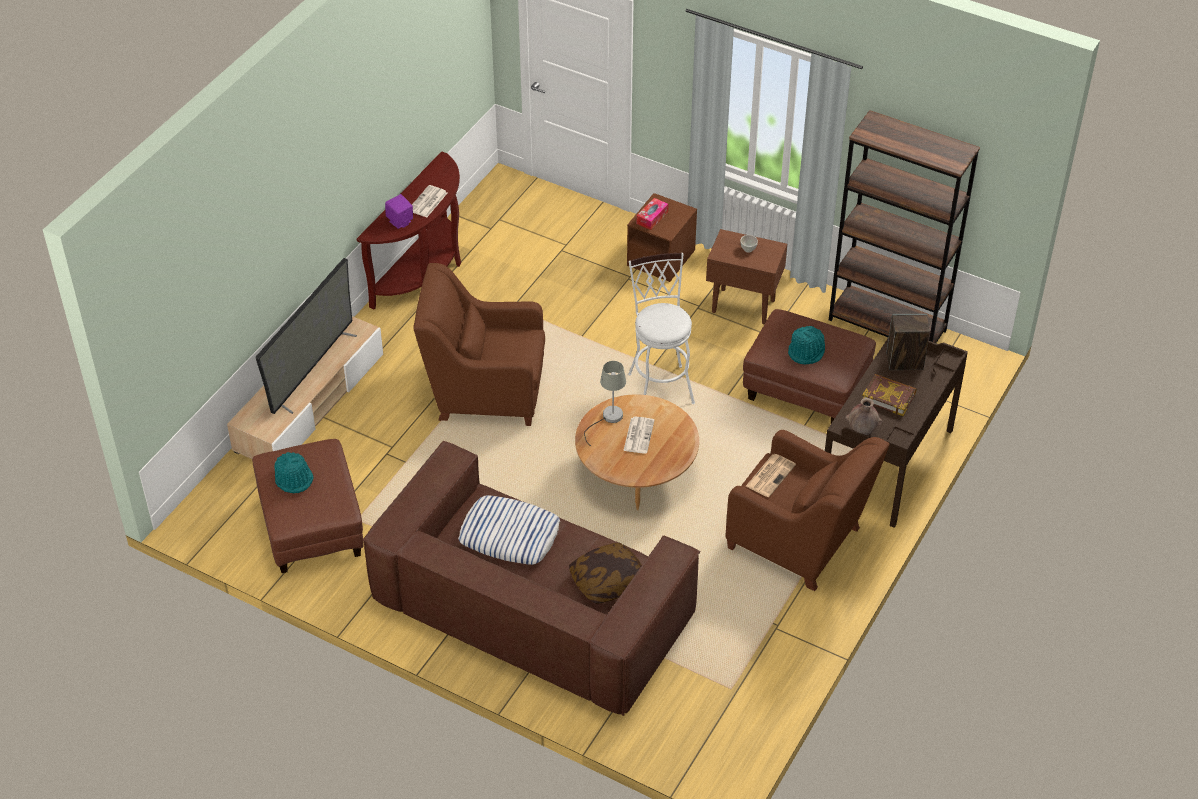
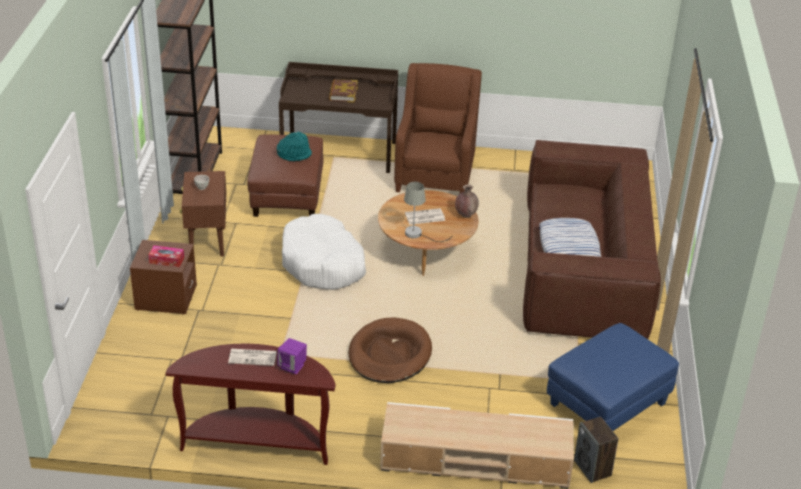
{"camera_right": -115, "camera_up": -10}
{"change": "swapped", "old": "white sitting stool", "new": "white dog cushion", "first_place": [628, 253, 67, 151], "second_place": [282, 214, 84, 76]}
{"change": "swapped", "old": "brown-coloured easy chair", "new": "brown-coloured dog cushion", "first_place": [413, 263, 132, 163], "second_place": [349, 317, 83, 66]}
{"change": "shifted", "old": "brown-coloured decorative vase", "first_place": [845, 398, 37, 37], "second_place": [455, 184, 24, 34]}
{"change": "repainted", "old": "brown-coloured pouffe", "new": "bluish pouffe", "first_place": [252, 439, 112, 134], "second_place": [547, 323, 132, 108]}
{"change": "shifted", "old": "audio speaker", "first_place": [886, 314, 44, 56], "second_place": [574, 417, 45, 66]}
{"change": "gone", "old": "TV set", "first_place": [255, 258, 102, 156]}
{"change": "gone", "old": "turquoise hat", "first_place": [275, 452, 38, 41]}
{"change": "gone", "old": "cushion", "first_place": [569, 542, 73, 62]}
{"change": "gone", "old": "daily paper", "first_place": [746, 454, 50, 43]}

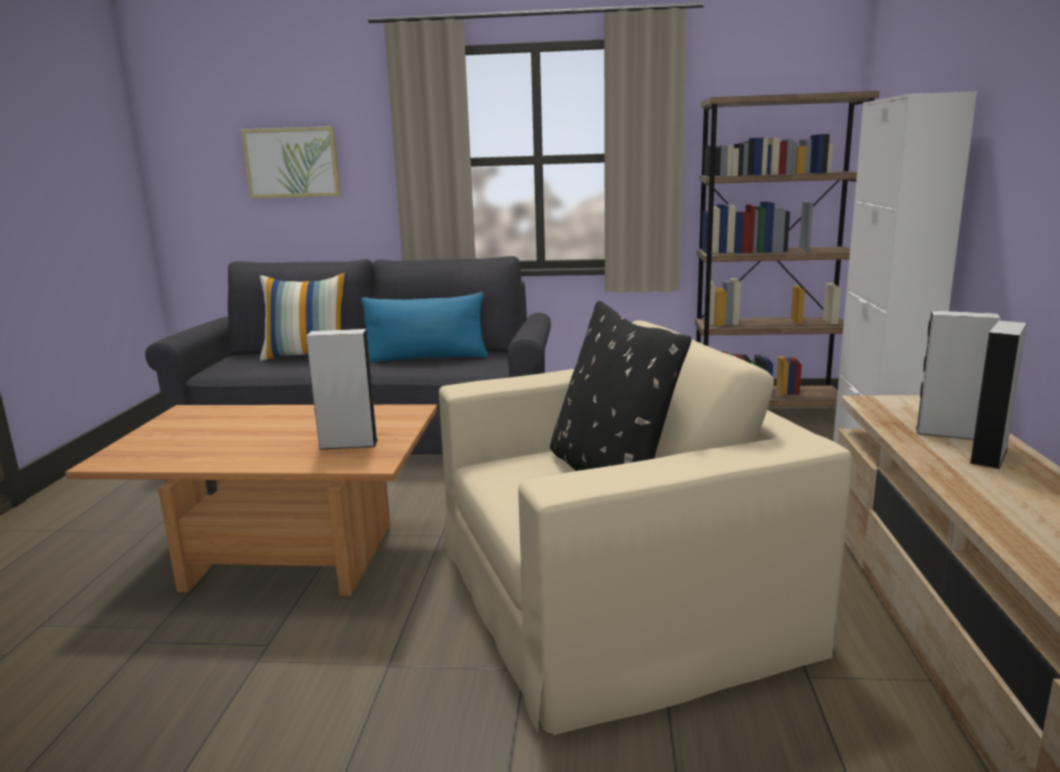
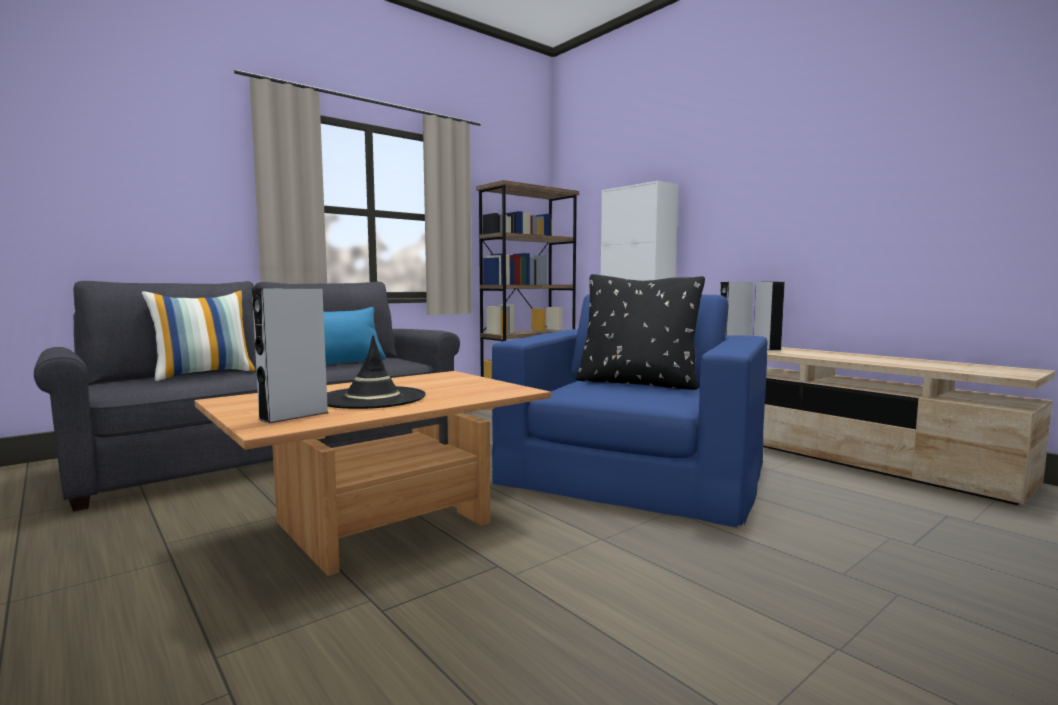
{"camera_right": -45, "camera_up": -10}
{"change": "shifted", "old": "gray audio speaker", "first_place": [306, 329, 72, 121], "second_place": [252, 288, 76, 135]}
{"change": "new", "new": "black-coloured hat", "second_place": [327, 335, 99, 74]}
{"change": "repainted", "old": "beige-coloured easy chair", "new": "bluish easy chair", "first_place": [439, 320, 413, 415], "second_place": [492, 294, 275, 233]}
{"change": "gone", "old": "picture", "first_place": [241, 126, 100, 73]}

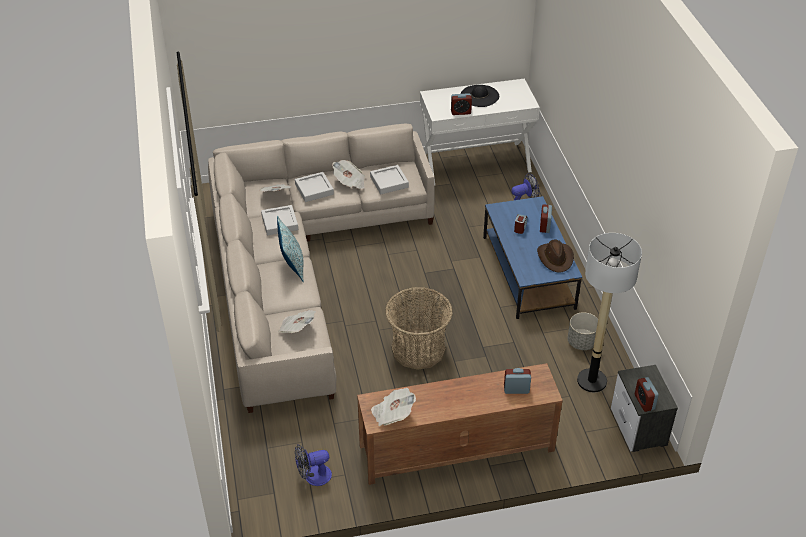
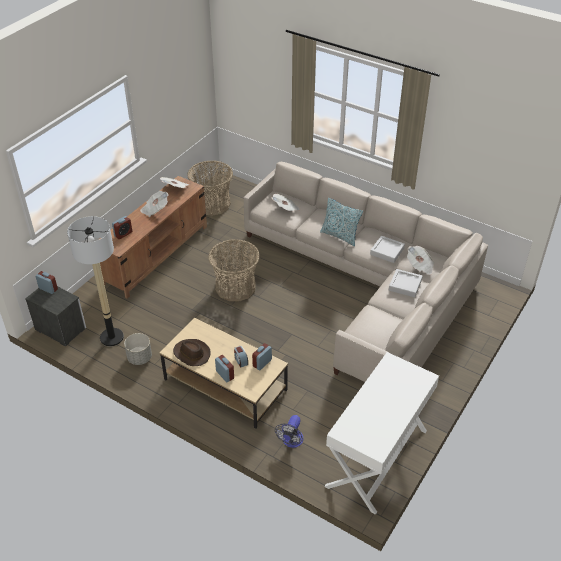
{"camera_right": 135, "camera_up": 0}
{"change": "shifted", "old": "daily paper", "first_place": [332, 160, 33, 30], "second_place": [140, 191, 29, 26]}
{"change": "repainted", "old": "bluish coffee table", "new": "beige-coloured coffee table", "first_place": [483, 196, 99, 123], "second_place": [160, 318, 128, 110]}
{"change": "swapped", "old": "cooling fan", "new": "household basket", "first_place": [295, 444, 37, 42], "second_place": [187, 160, 46, 56]}
{"change": "shifted", "old": "alarm clock", "first_place": [451, 93, 21, 22], "second_place": [252, 343, 20, 28]}
{"change": "gone", "old": "gray serving tray", "first_place": [370, 165, 39, 29]}
{"change": "gone", "old": "black-coloured hat", "first_place": [461, 85, 38, 22]}

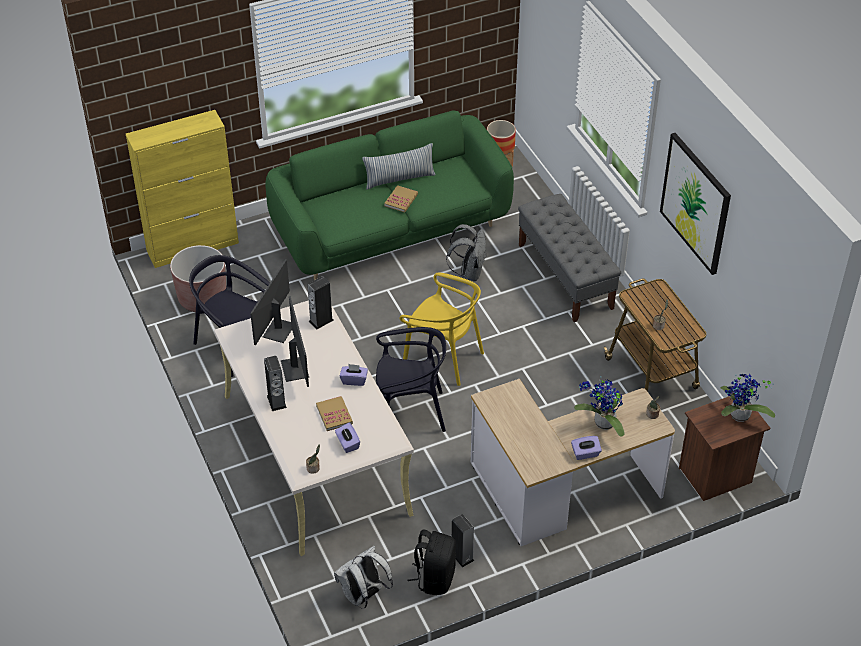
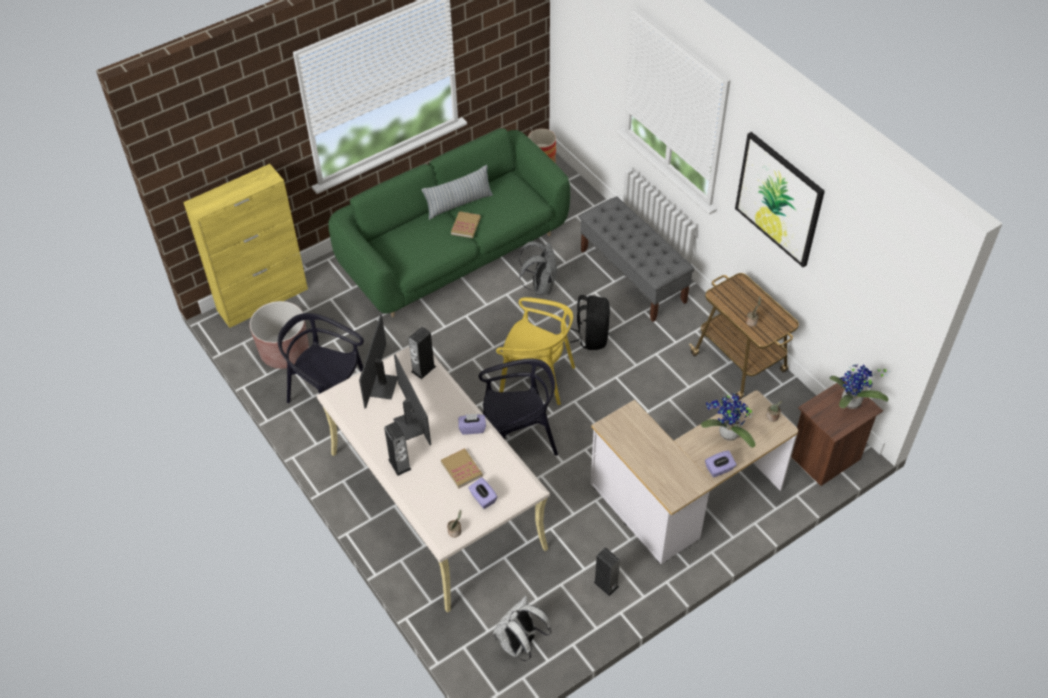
{"camera_right": -10, "camera_up": 5}
{"change": "shifted", "old": "black-coloured backpack", "first_place": [408, 529, 48, 66], "second_place": [570, 295, 40, 55]}

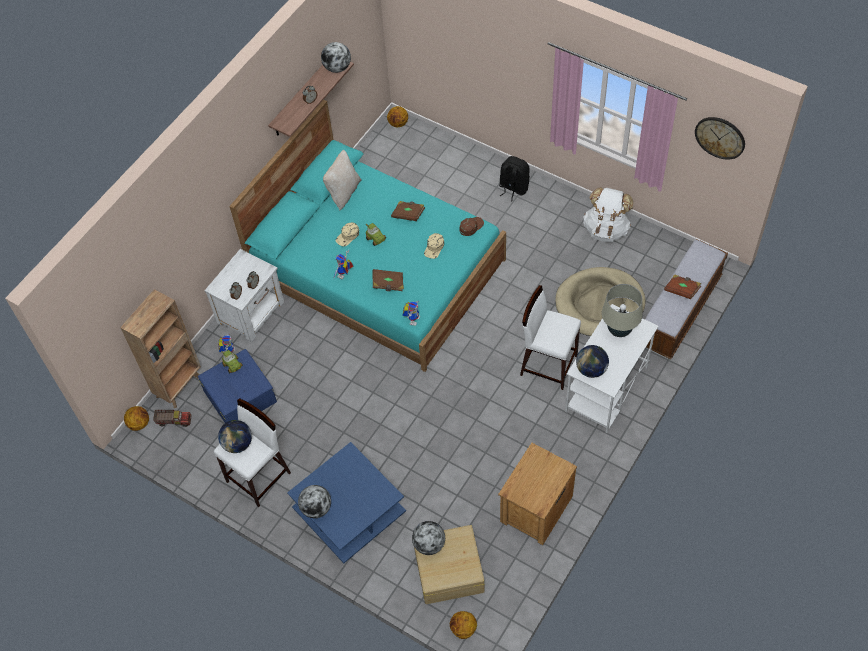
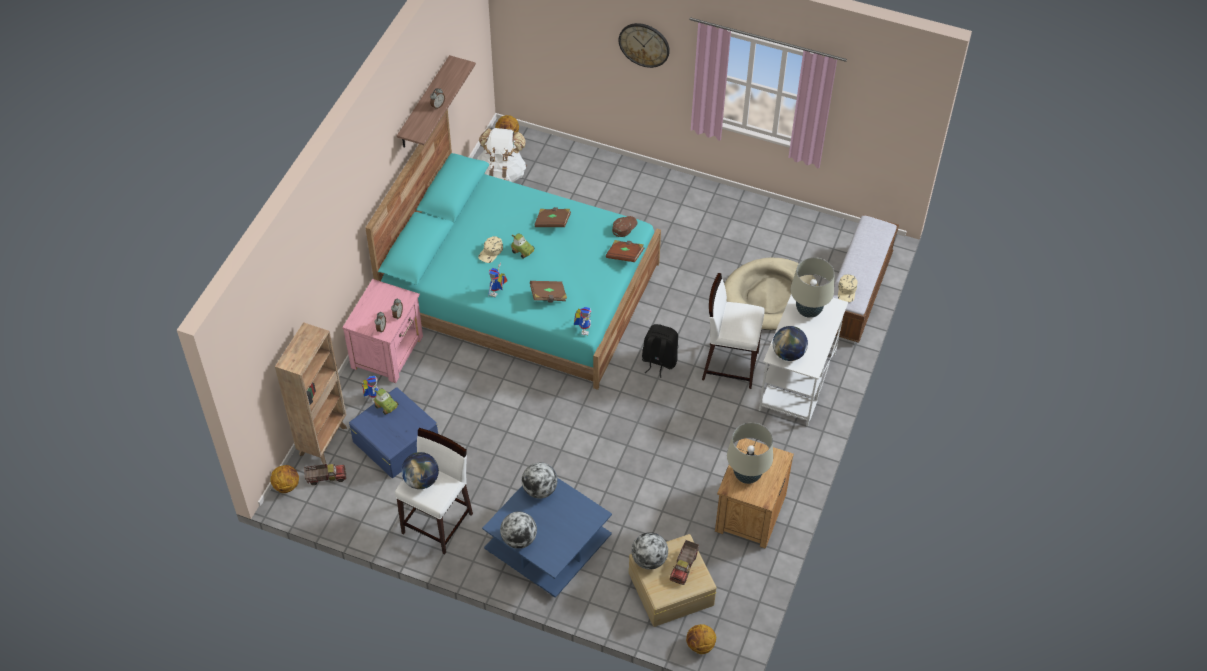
{"camera_right": -15, "camera_up": -5}
{"change": "repainted", "old": "white nightstand", "new": "pink-coloured nightstand", "first_place": [204, 249, 80, 93], "second_place": [342, 279, 81, 104]}
{"change": "shifted", "old": "white backpack", "first_place": [583, 188, 50, 55], "second_place": [477, 128, 50, 54]}
{"change": "shifted", "old": "world globe", "first_place": [321, 42, 30, 31], "second_place": [522, 462, 36, 37]}
{"change": "shifted", "old": "brown-coloured book", "first_place": [664, 275, 37, 24], "second_place": [606, 240, 38, 22]}
{"change": "shifted", "old": "hanging clock", "first_place": [695, 117, 50, 43], "second_place": [619, 23, 51, 45]}
{"change": "shifted", "old": "black-coloured backpack", "first_place": [499, 156, 31, 45], "second_place": [642, 324, 36, 54]}
{"change": "new", "new": "toy truck", "second_place": [670, 540, 29, 45]}
{"change": "new", "new": "beige-coloured table lamp", "second_place": [727, 422, 46, 62]}
{"change": "shifted", "old": "beige-coloured baseball cap", "first_place": [424, 233, 20, 26], "second_place": [838, 274, 19, 28]}
{"change": "gone", "old": "beige-coloured cushion", "first_place": [323, 150, 39, 61]}

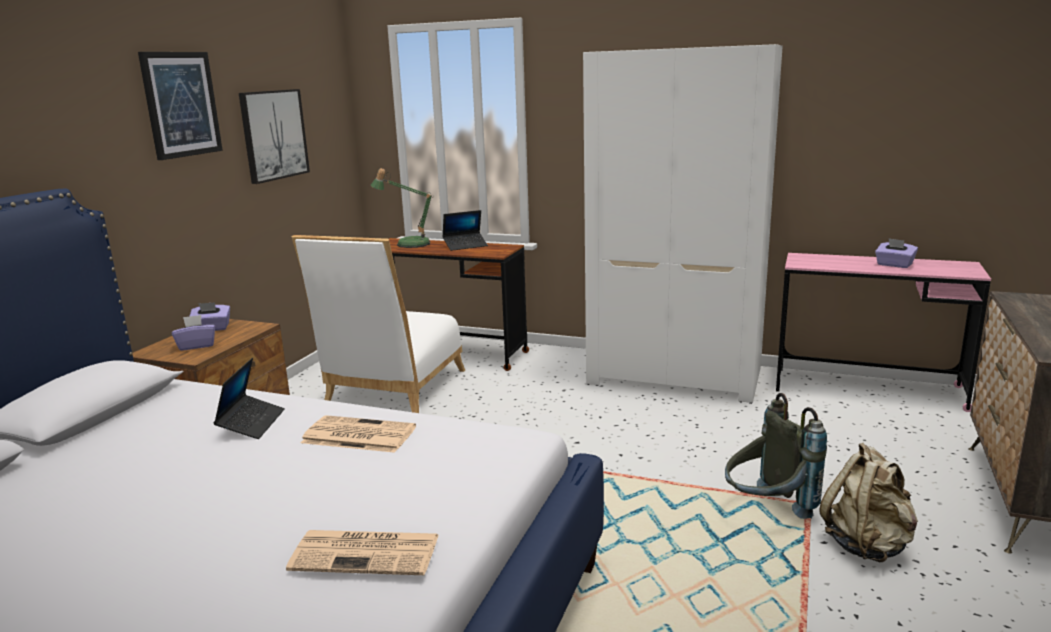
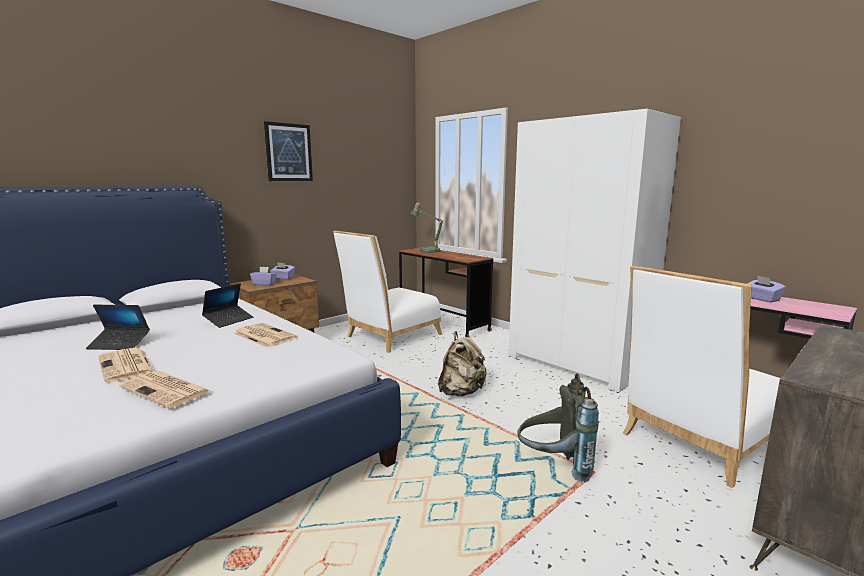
{"camera_right": 25, "camera_up": -5}
{"change": "shifted", "old": "notebook computer", "first_place": [442, 210, 46, 41], "second_place": [86, 305, 64, 45]}
{"change": "new", "new": "daily paper", "second_place": [98, 348, 56, 34]}
{"change": "shifted", "old": "beige-coloured backpack", "first_place": [820, 443, 98, 119], "second_place": [438, 331, 49, 65]}
{"change": "new", "new": "white plain chair", "second_place": [623, 265, 157, 223]}
{"change": "gone", "old": "picture", "first_place": [239, 89, 71, 95]}

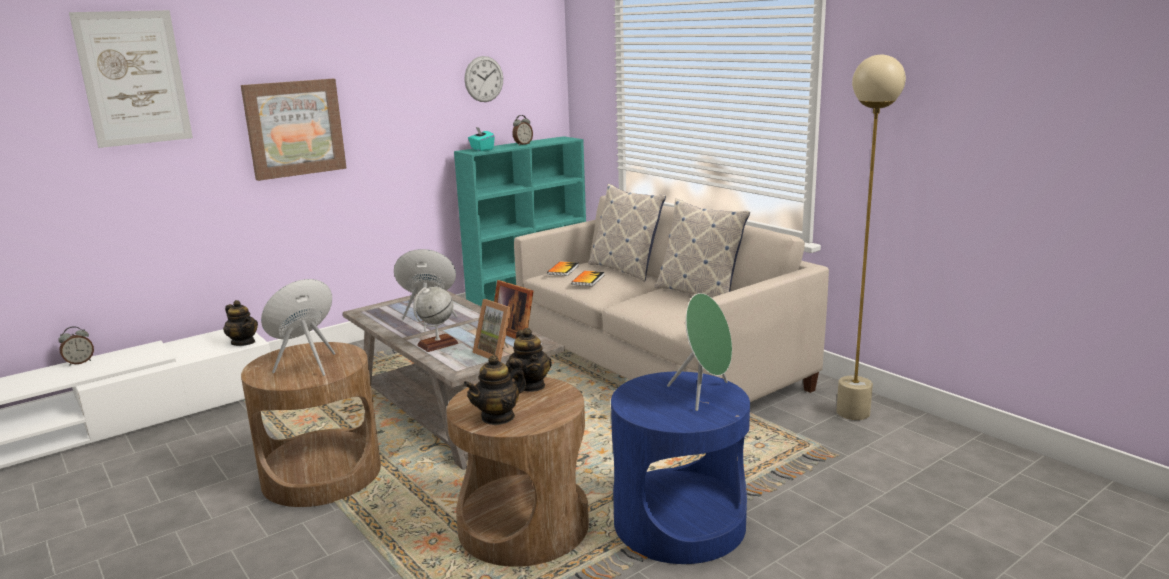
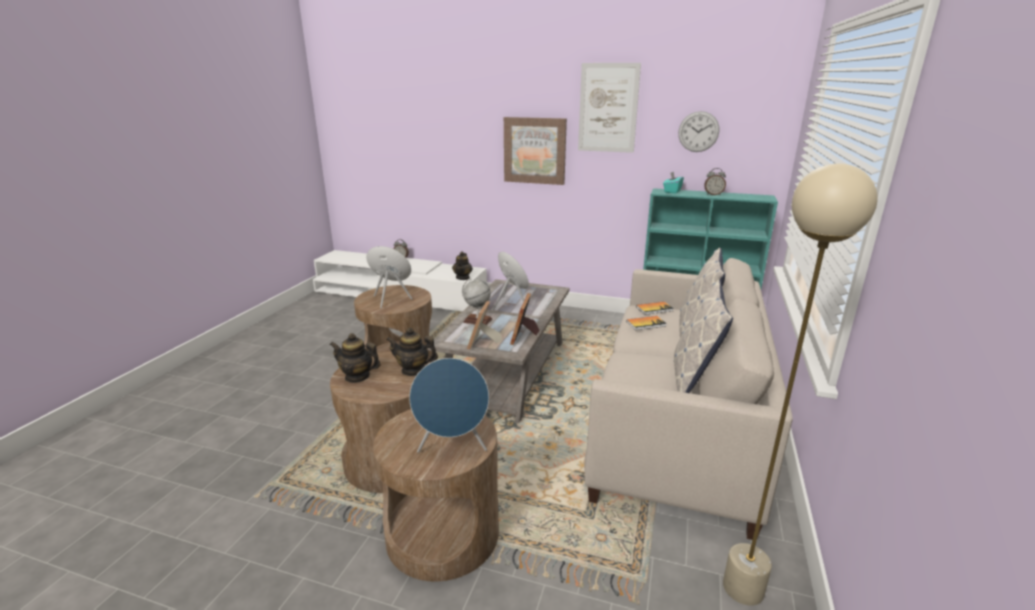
{"camera_right": 55, "camera_up": 5}
{"change": "repainted", "old": "bluish end table", "new": "brown-coloured end table", "first_place": [611, 372, 139, 192], "second_place": [373, 409, 126, 172]}
{"change": "rotated", "old": "pot for tea", "first_place": [506, 328, 46, 64], "second_place": [386, 327, 52, 49], "degrees": 60}
{"change": "repainted", "old": "green-coloured audio speaker", "new": "bluish audio speaker", "first_place": [667, 293, 65, 118], "second_place": [409, 358, 80, 95]}
{"change": "shifted", "old": "picture", "first_place": [69, 10, 124, 138], "second_place": [578, 63, 63, 90]}

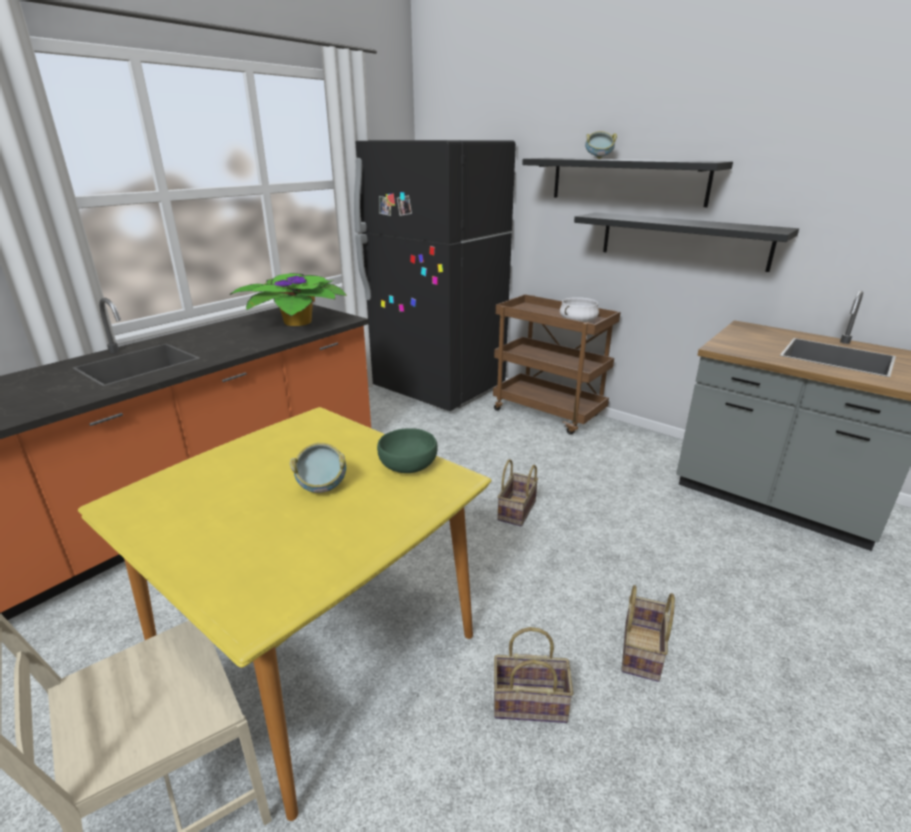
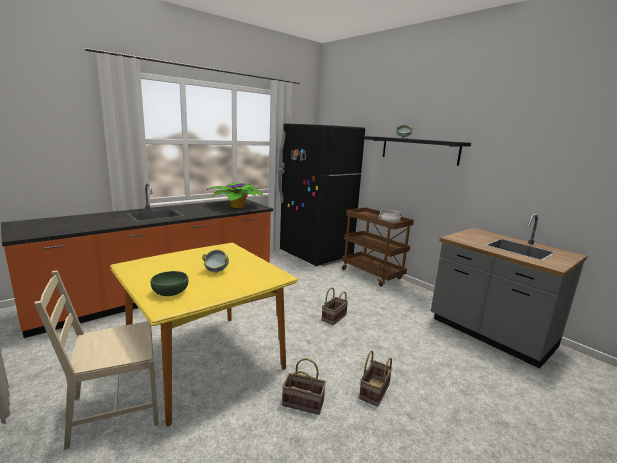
{"camera_right": 10, "camera_up": -10}
{"change": "shifted", "old": "green-coloured deep dish", "first_place": [377, 428, 61, 45], "second_place": [151, 271, 37, 25]}
{"change": "gone", "old": "black-coloured bracket shelf", "first_place": [574, 212, 225, 60]}

